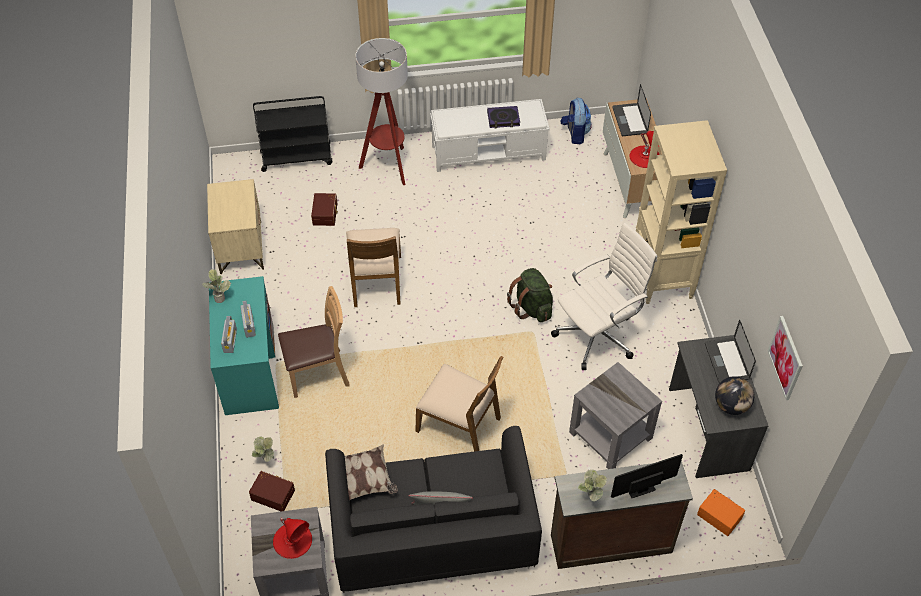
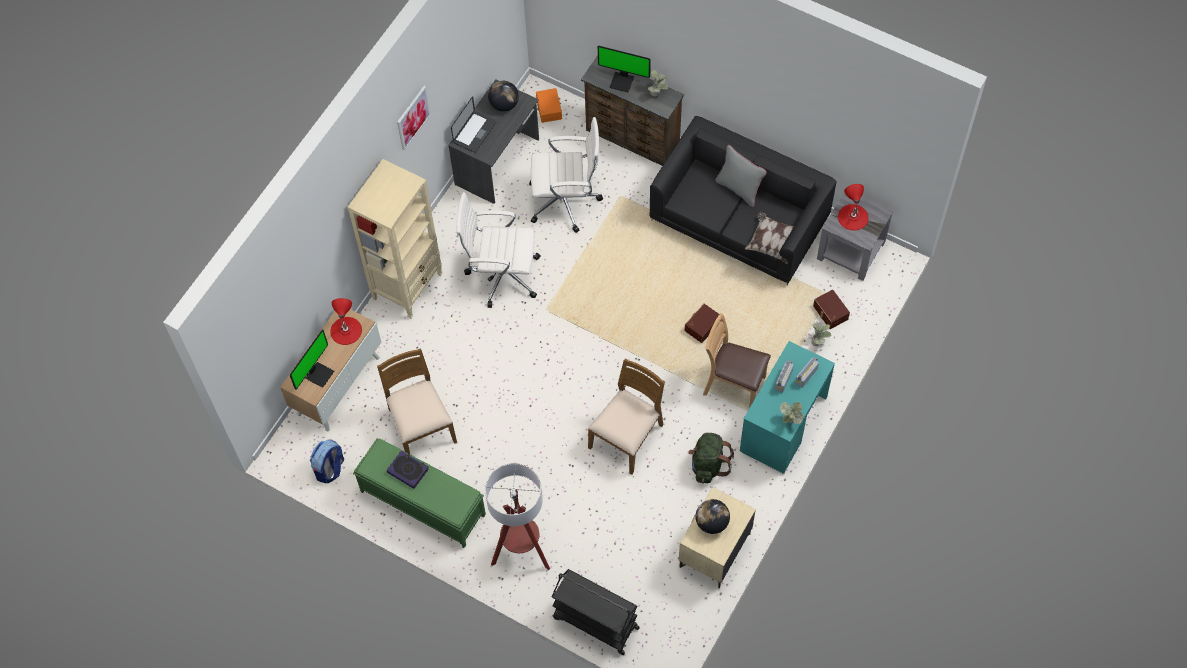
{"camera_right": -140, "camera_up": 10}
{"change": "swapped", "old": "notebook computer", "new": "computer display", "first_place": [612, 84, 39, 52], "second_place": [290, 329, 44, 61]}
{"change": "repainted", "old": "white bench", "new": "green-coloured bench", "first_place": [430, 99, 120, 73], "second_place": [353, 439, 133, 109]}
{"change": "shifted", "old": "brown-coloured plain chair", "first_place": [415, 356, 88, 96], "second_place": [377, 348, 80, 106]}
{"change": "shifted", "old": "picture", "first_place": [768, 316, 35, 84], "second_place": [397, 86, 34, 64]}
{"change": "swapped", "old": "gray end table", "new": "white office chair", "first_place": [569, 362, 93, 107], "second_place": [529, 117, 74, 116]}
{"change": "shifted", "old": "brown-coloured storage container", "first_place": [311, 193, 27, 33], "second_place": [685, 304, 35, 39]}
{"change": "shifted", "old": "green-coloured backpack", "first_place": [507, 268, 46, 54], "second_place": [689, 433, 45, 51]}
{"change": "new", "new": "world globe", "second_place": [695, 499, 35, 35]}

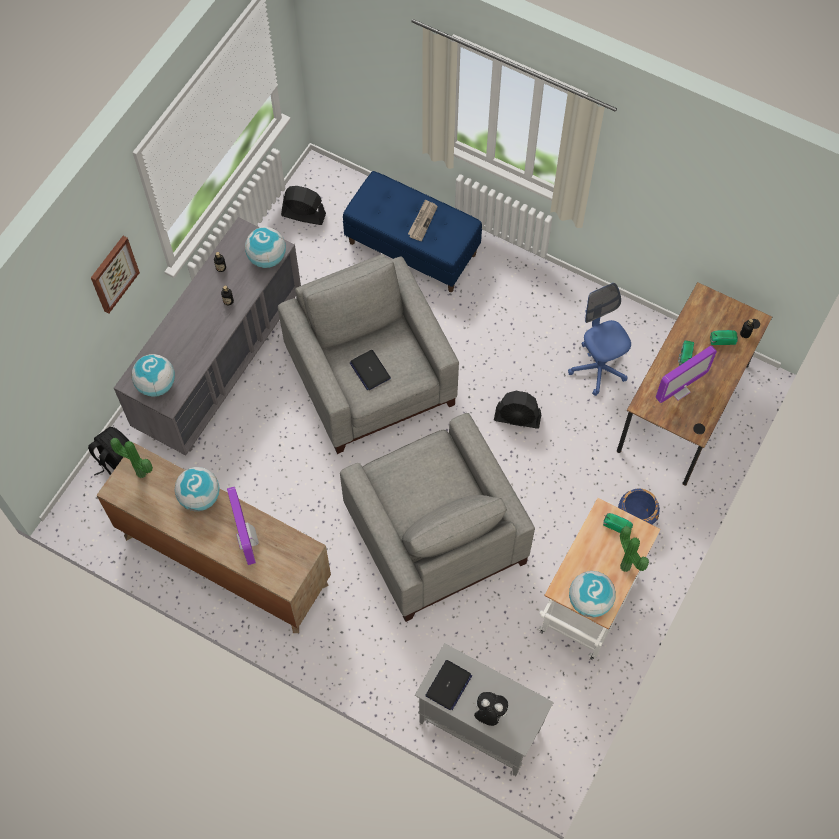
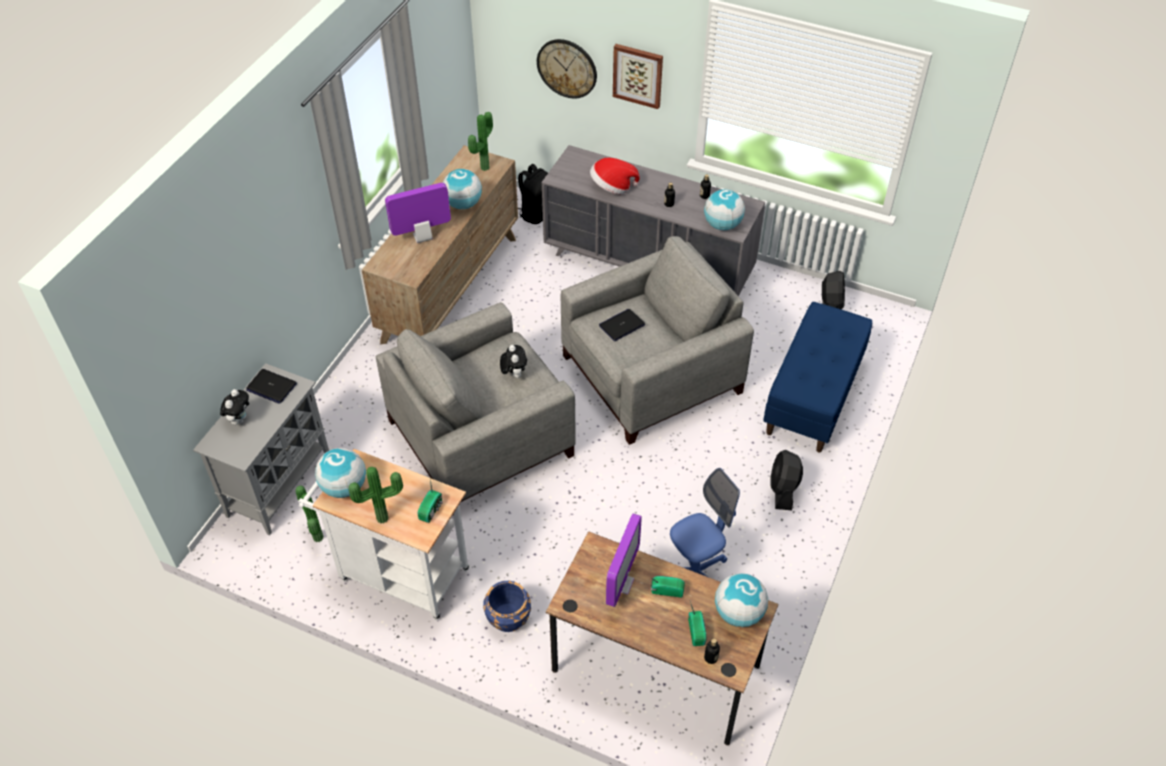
{"camera_right": 85, "camera_up": -15}
{"change": "new", "new": "plant in a pot", "second_place": [295, 486, 29, 56]}
{"change": "new", "new": "plush toy", "second_place": [500, 345, 27, 33]}
{"change": "new", "new": "hanging clock", "second_place": [537, 39, 60, 59]}
{"change": "new", "new": "hat", "second_place": [590, 158, 50, 36]}
{"change": "rotated", "old": "computer display", "first_place": [655, 346, 62, 57], "second_place": [606, 514, 36, 93], "degrees": -120}
{"change": "shifted", "old": "world globe", "first_place": [132, 354, 43, 43], "second_place": [715, 573, 53, 54]}
{"change": "shifted", "old": "black-coloured cooling fan", "first_place": [494, 391, 47, 38], "second_place": [770, 450, 33, 60]}
{"change": "gone", "old": "daily paper", "first_place": [408, 199, 30, 42]}

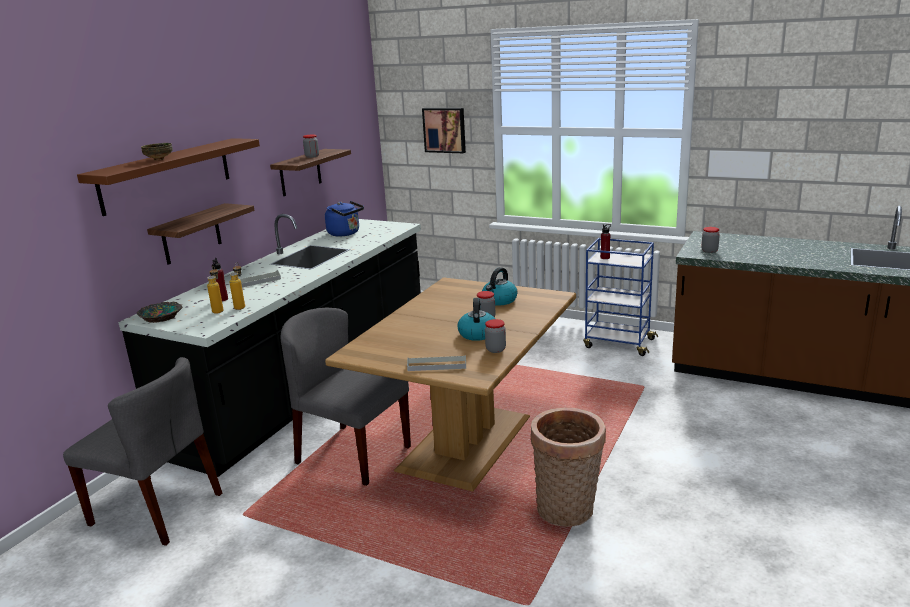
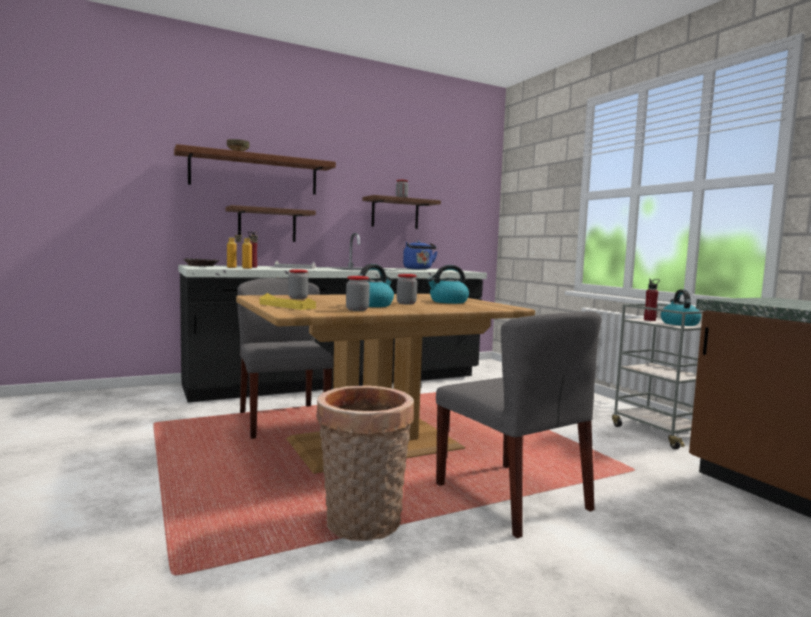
{"camera_right": 35, "camera_up": -15}
{"change": "repainted", "old": "gray serving tray", "new": "yellow-coloured serving tray", "first_place": [407, 355, 59, 16], "second_place": [260, 293, 56, 17]}
{"change": "shifted", "old": "jar", "first_place": [701, 227, 19, 26], "second_place": [288, 269, 20, 30]}
{"change": "shifted", "old": "gray plain chair", "first_place": [63, 357, 159, 189], "second_place": [436, 311, 165, 228]}
{"change": "repainted", "old": "bluish trolley", "new": "gray trolley", "first_place": [583, 238, 75, 118], "second_place": [612, 303, 94, 146]}
{"change": "new", "new": "water kettle", "second_place": [661, 289, 40, 37]}
{"change": "gone", "old": "picture", "first_place": [422, 108, 44, 45]}

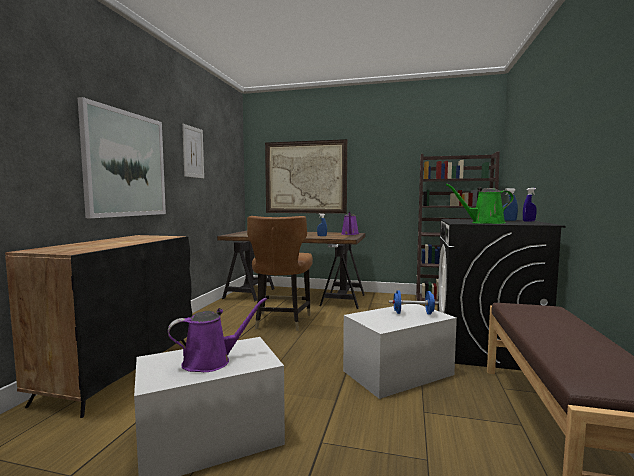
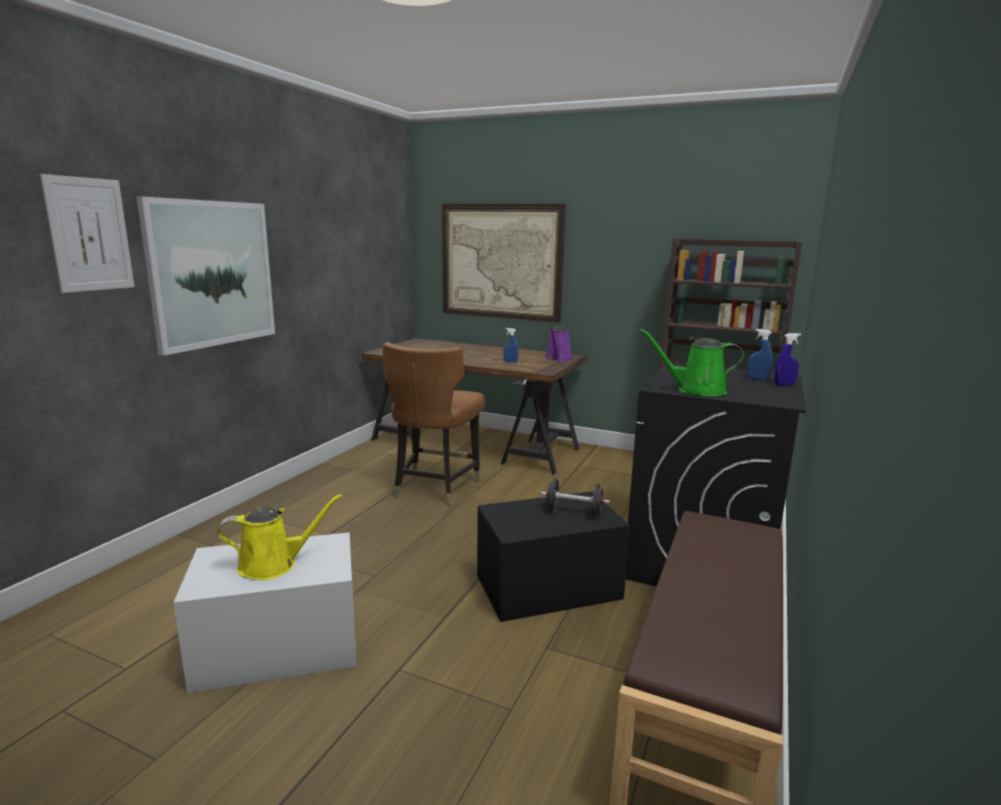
{"camera_right": 10, "camera_up": 10}
{"change": "shifted", "old": "picture", "first_place": [182, 124, 22, 54], "second_place": [40, 174, 94, 119]}
{"change": "repainted", "old": "purplish watering pot", "new": "yellow-coloured watering pot", "first_place": [168, 298, 99, 74], "second_place": [217, 494, 125, 86]}
{"change": "repainted", "old": "white storage container", "new": "black-coloured storage container", "first_place": [343, 304, 114, 95], "second_place": [477, 491, 153, 131]}
{"change": "repainted", "old": "bluish hand weight", "new": "black-coloured hand weight", "first_place": [389, 290, 50, 25], "second_place": [541, 479, 69, 38]}
{"change": "gone", "old": "black-coloured storage cabinet", "first_place": [5, 235, 187, 183]}

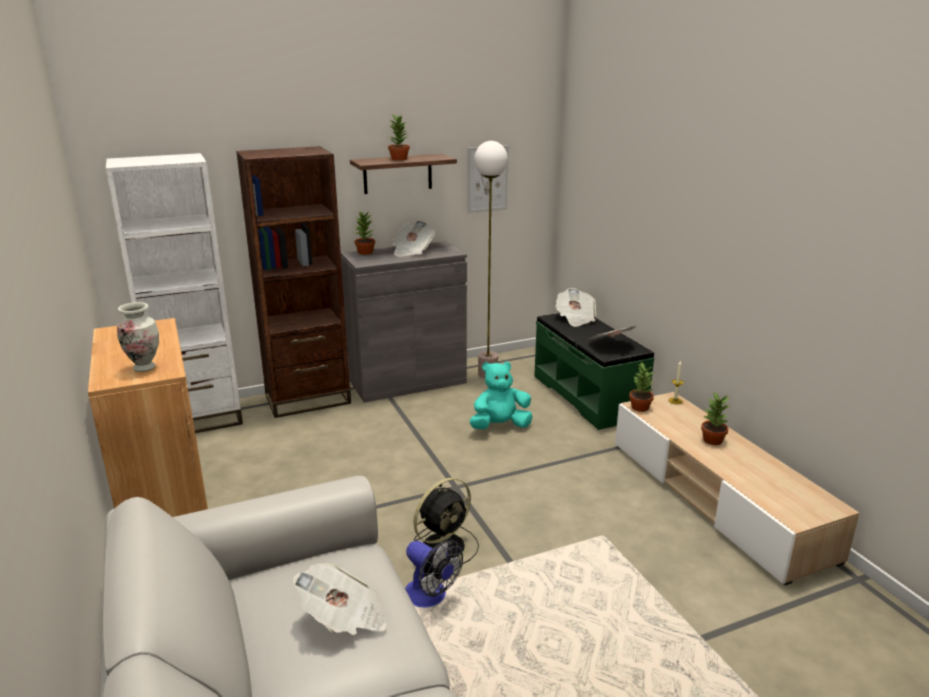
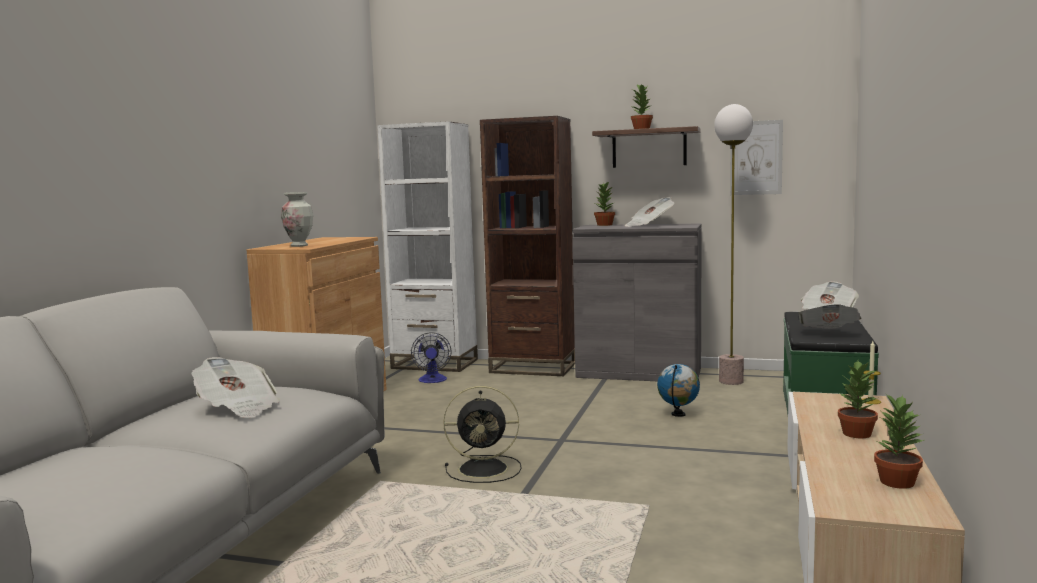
{"camera_right": 40, "camera_up": -15}
{"change": "shifted", "old": "cooling fan", "first_place": [405, 540, 58, 67], "second_place": [411, 332, 40, 51]}
{"change": "swapped", "old": "turquoise plush toy", "new": "world globe", "first_place": [470, 361, 63, 68], "second_place": [657, 364, 43, 53]}
{"change": "shifted", "old": "plant in a pot", "first_place": [629, 361, 25, 51], "second_place": [874, 394, 50, 95]}

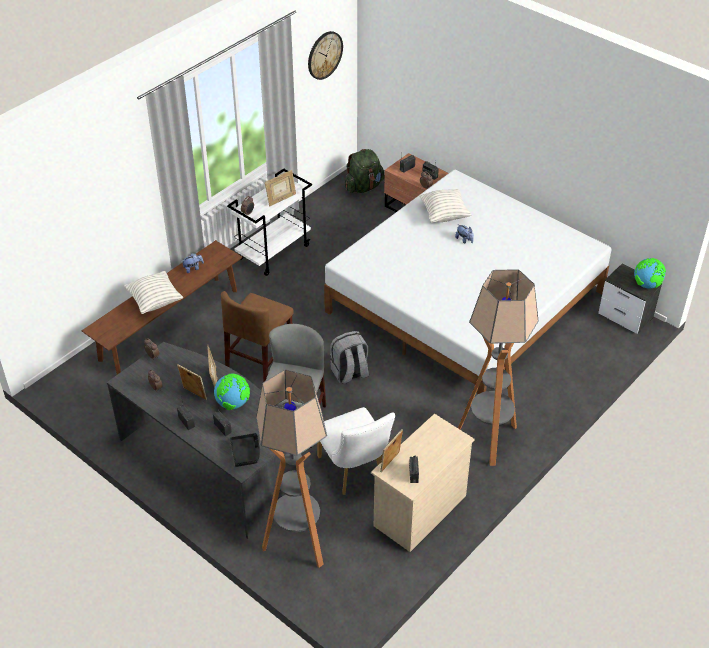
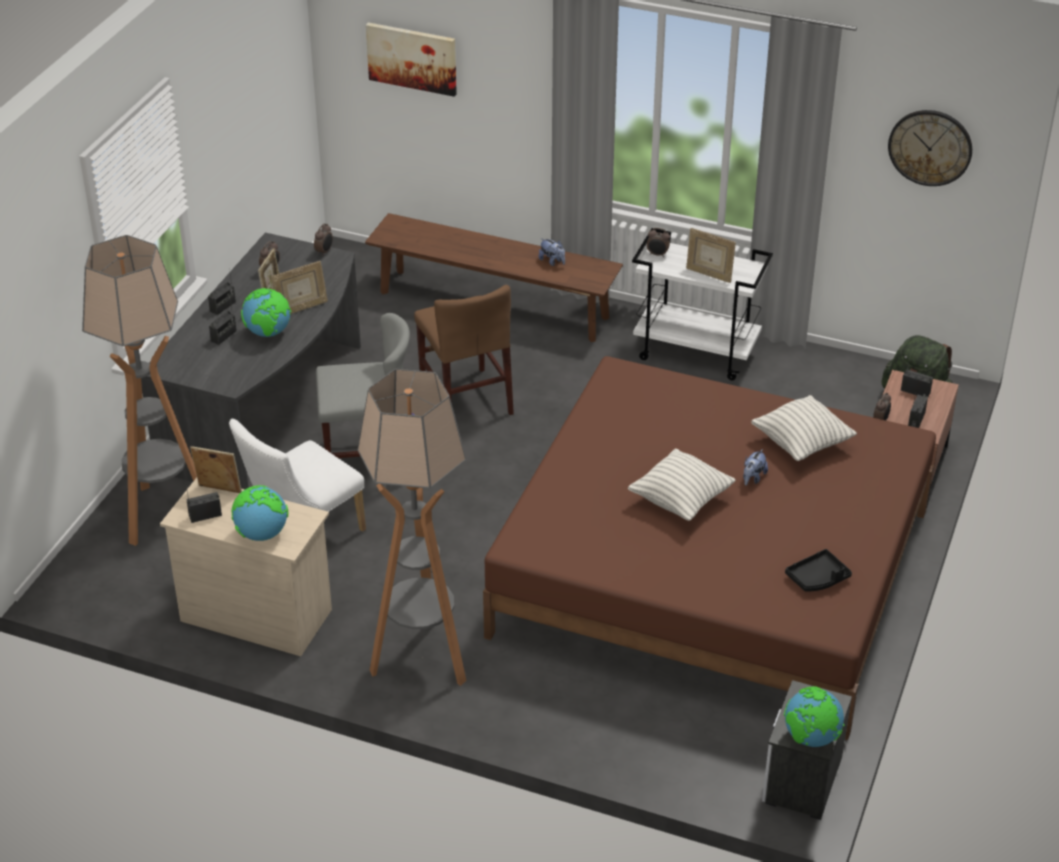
{"camera_right": 70, "camera_up": -5}
{"change": "new", "new": "world globe", "second_place": [231, 485, 57, 56]}
{"change": "new", "new": "picture", "second_place": [366, 22, 91, 75]}
{"change": "rotated", "old": "brown-coloured plain chair", "first_place": [221, 291, 73, 91], "second_place": [414, 285, 100, 130], "degrees": -120}
{"change": "repainted", "old": "white bedroom bed", "new": "brown-coloured bedroom bed", "first_place": [324, 170, 288, 225], "second_place": [483, 356, 453, 384]}
{"change": "shifted", "old": "cushion", "first_place": [124, 271, 59, 43], "second_place": [628, 448, 108, 73]}
{"change": "shifted", "old": "black-coloured serving tray", "first_place": [230, 433, 30, 34], "second_place": [785, 549, 67, 43]}
{"change": "gone", "old": "gray backpack", "first_place": [330, 331, 39, 53]}

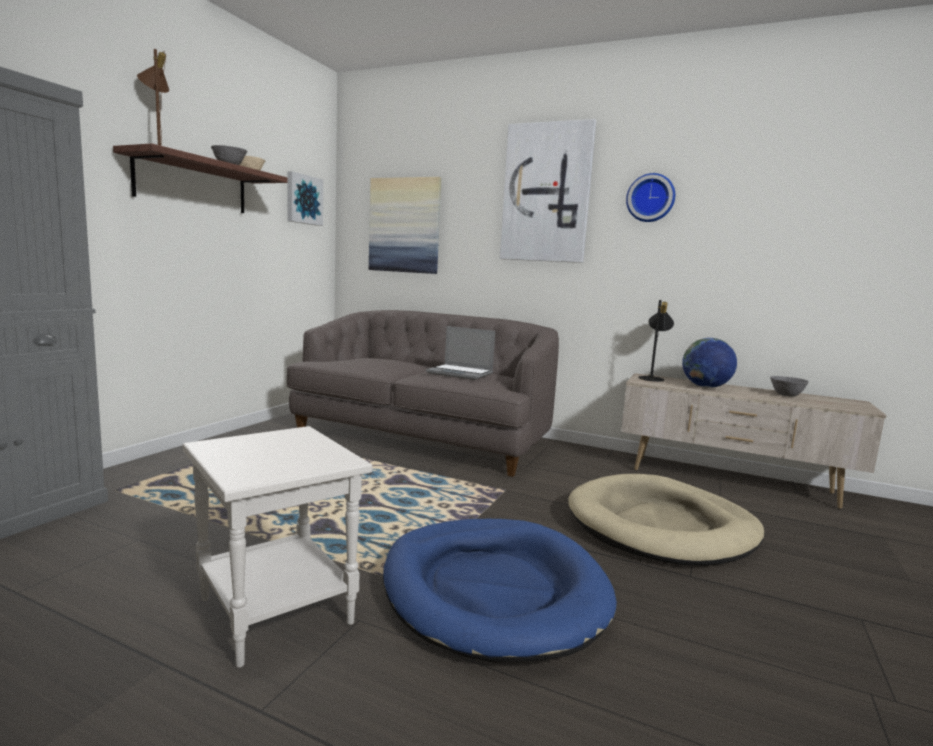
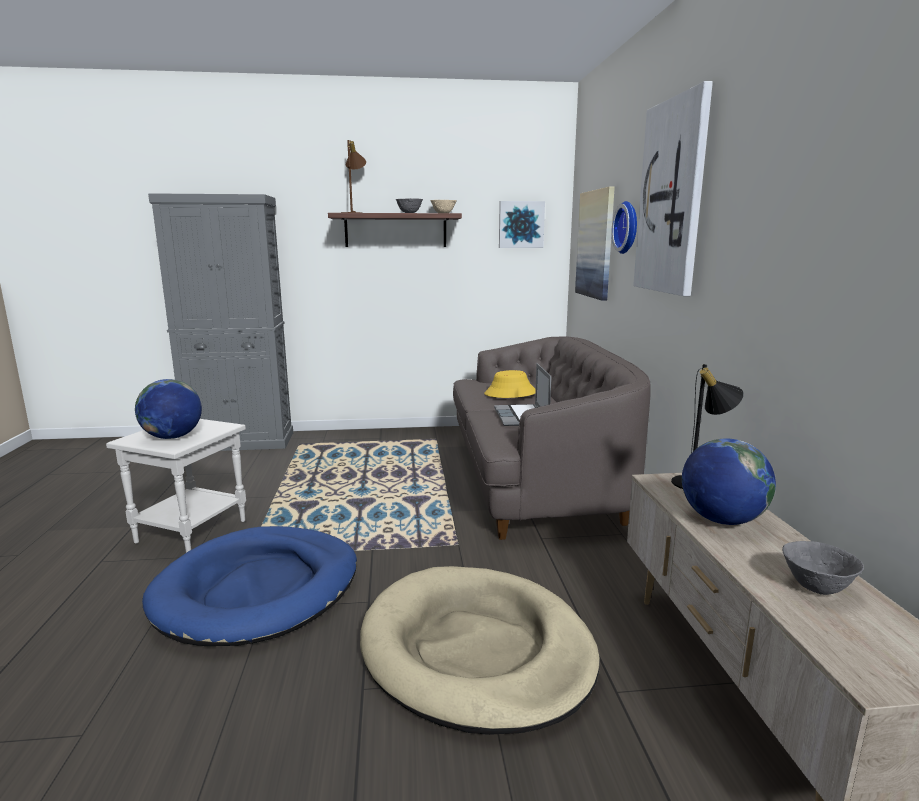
{"camera_right": 60, "camera_up": 5}
{"change": "new", "new": "world globe", "second_place": [135, 379, 67, 60]}
{"change": "new", "new": "yellow-coloured hat", "second_place": [484, 370, 52, 28]}
{"change": "shifted", "old": "hanging clock", "first_place": [626, 173, 49, 49], "second_place": [612, 201, 25, 53]}

